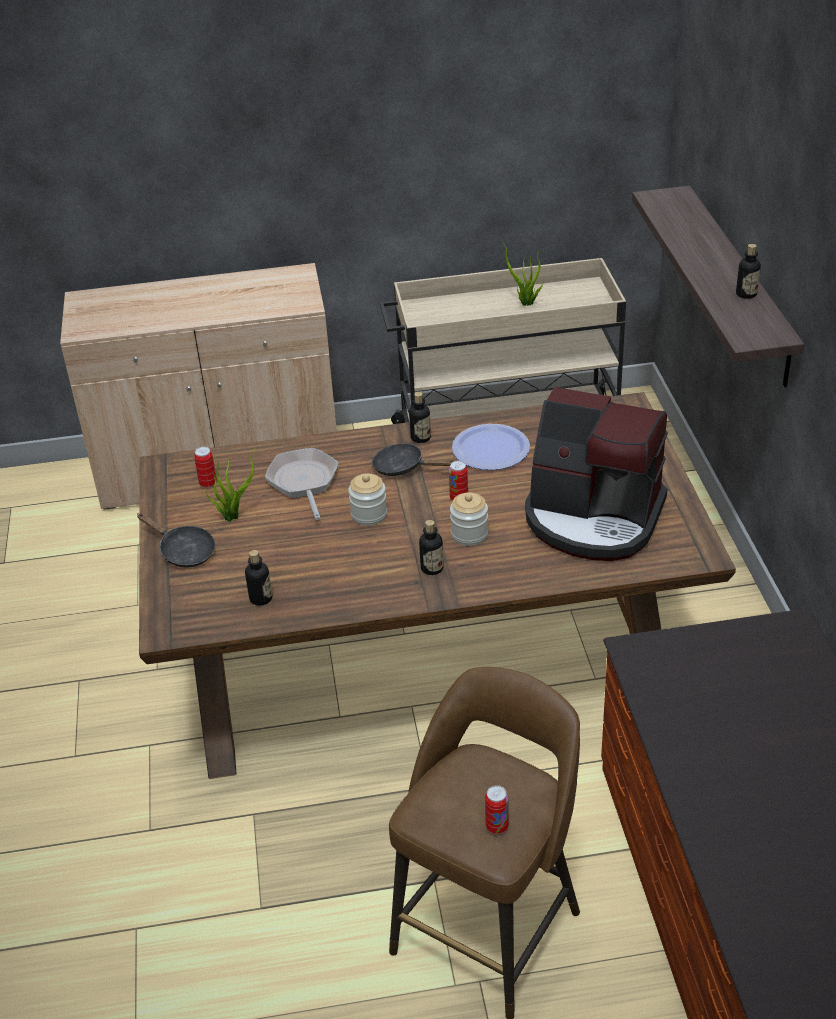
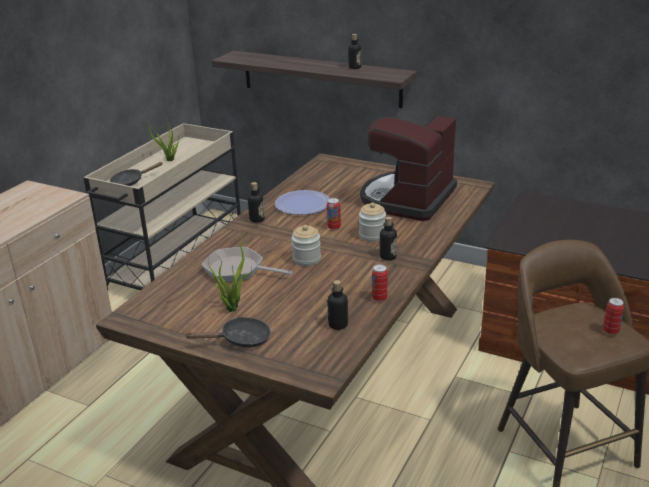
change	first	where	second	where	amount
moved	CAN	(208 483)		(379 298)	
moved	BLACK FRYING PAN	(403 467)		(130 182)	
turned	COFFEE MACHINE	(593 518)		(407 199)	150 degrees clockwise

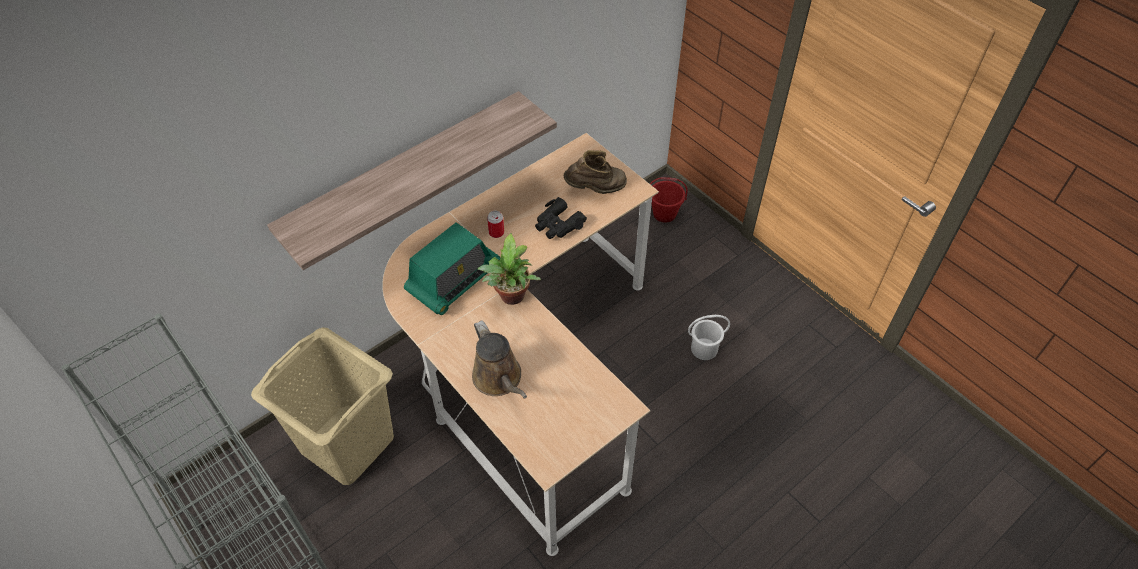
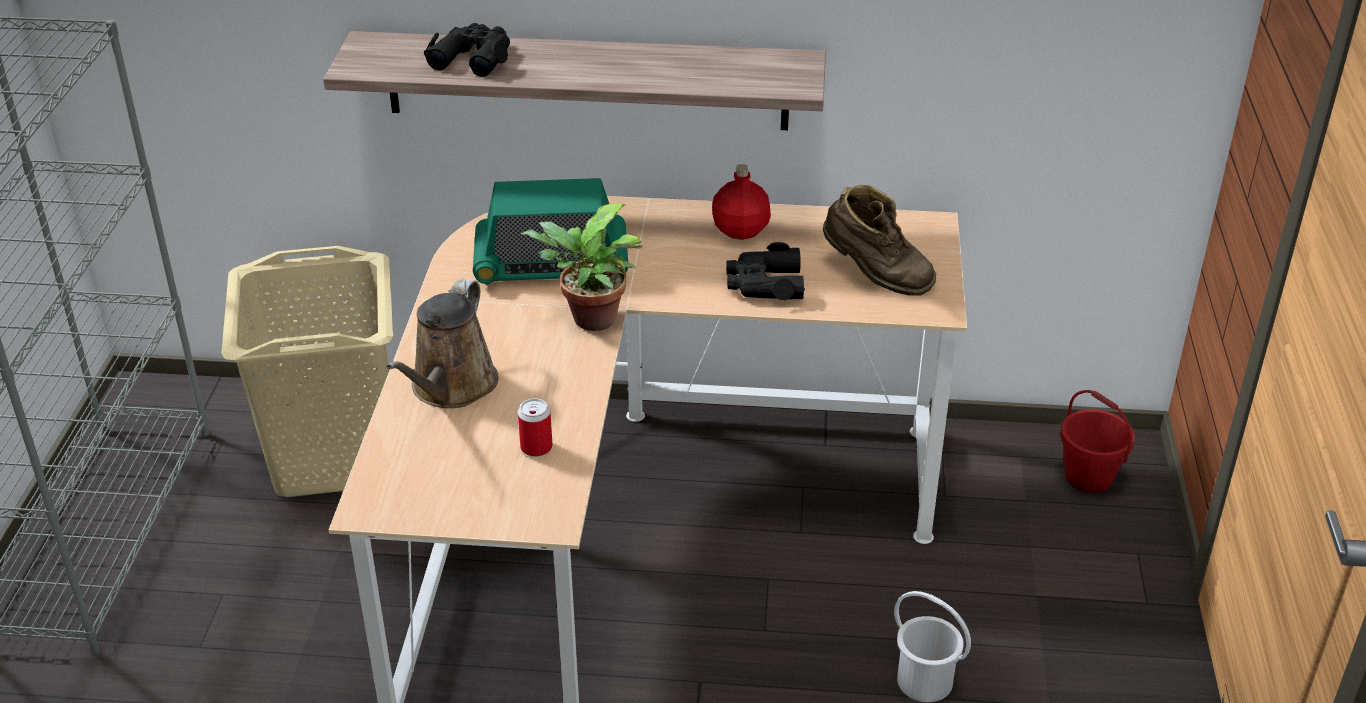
change	first	where	second	where	amount
moved	CAN	(496 232)		(536 447)	
added			BLACK BINOCULARS	(473 57)	
added			RED BOTTLE	(740 231)	

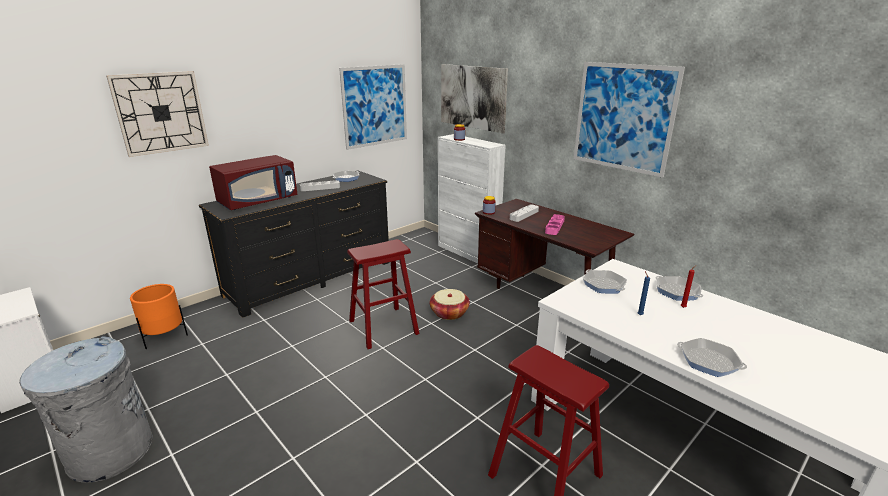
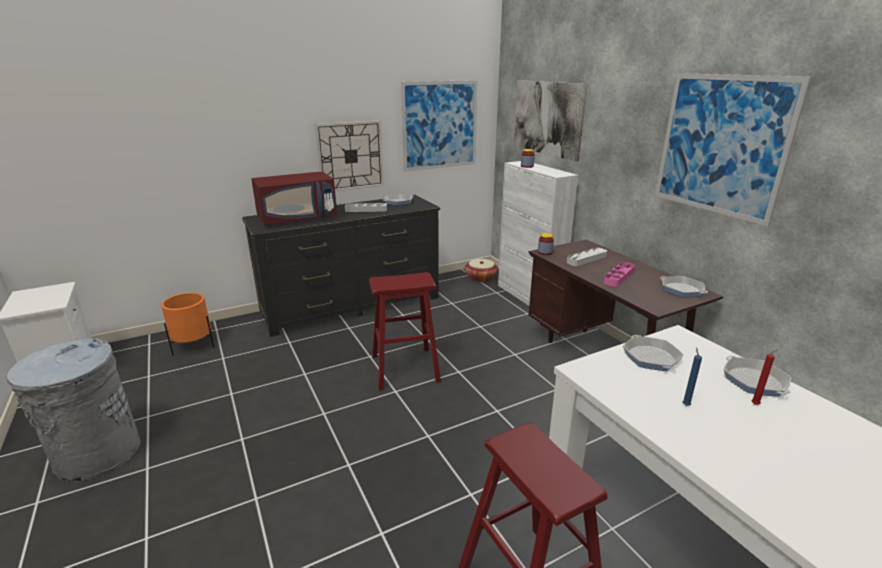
change	first	where	second	where	amount
moved	WALL CLOCK	(161 113)		(350 156)	
moved	BASKET	(449 313)		(480 278)	
moved	FRYING PAN	(709 361)		(682 290)	

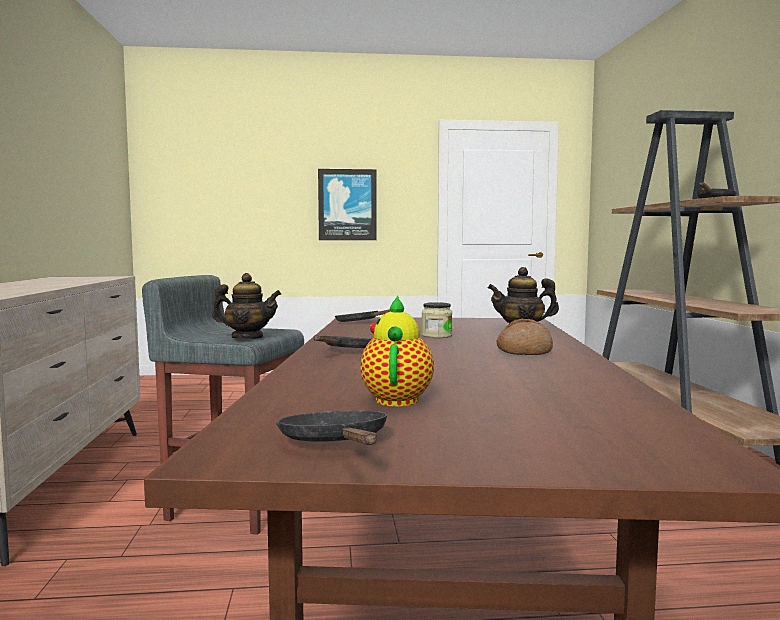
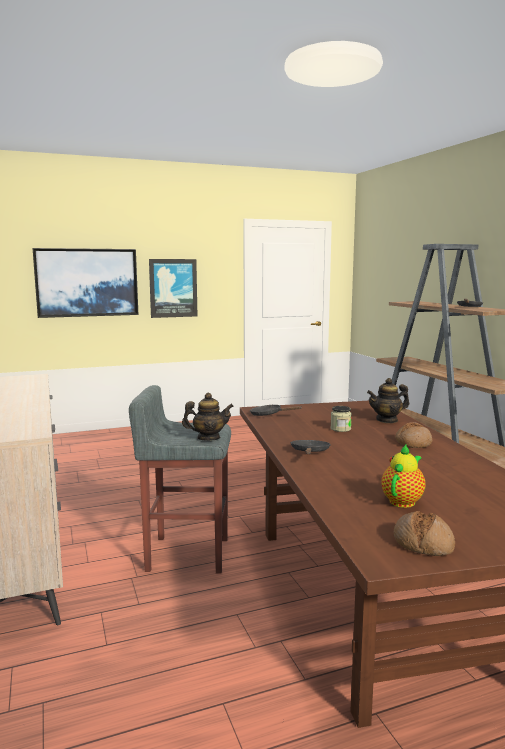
change	first	where	second	where	amount
replaced	BLACK FRYING PAN	(337 444)	BREAD	(423 543)	
turned	TEAPOT	(397 399)		(403 501)	45 degrees clockwise
added			PICTURE	(87 282)	

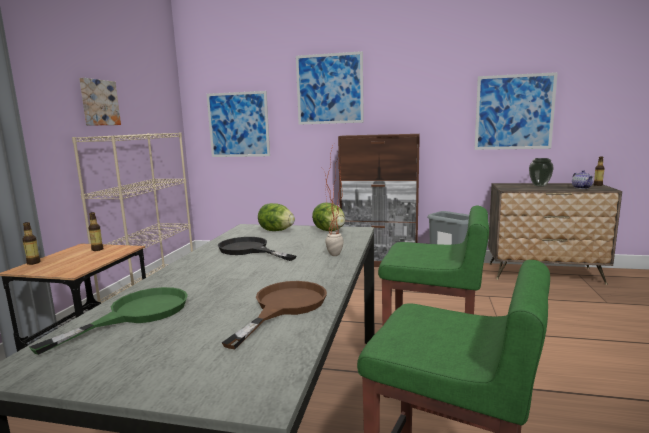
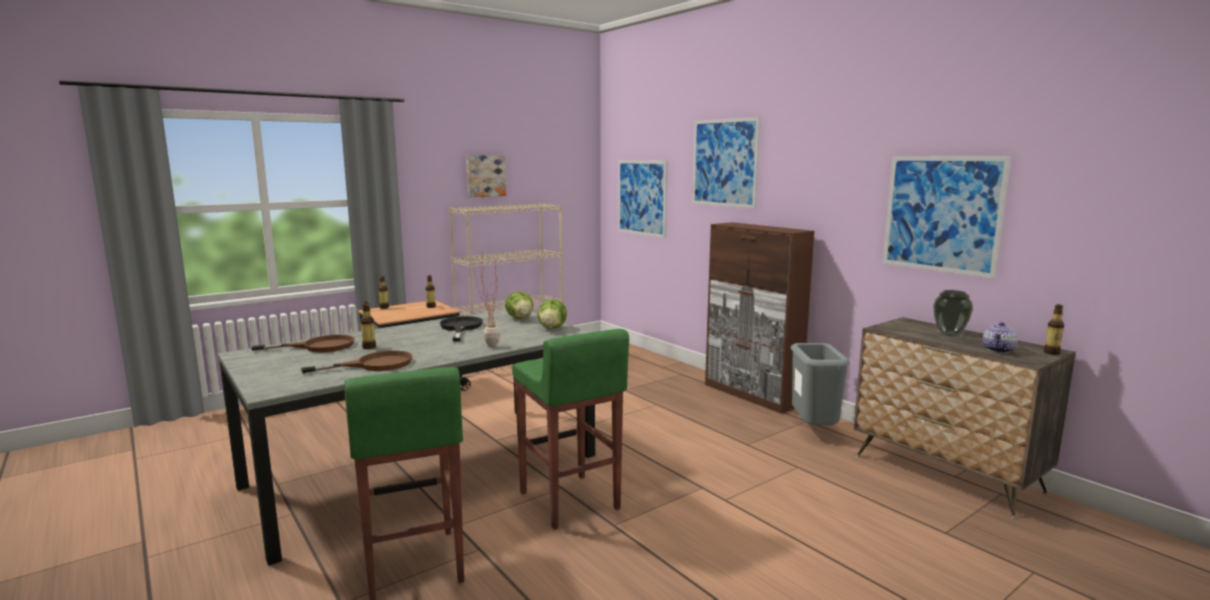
change	first	where	second	where	amount
recoloured	GREEN FRYING PAN	(137 313)	BROWN FRYING PAN	(319 346)	
added			BOTTLE	(369 347)	

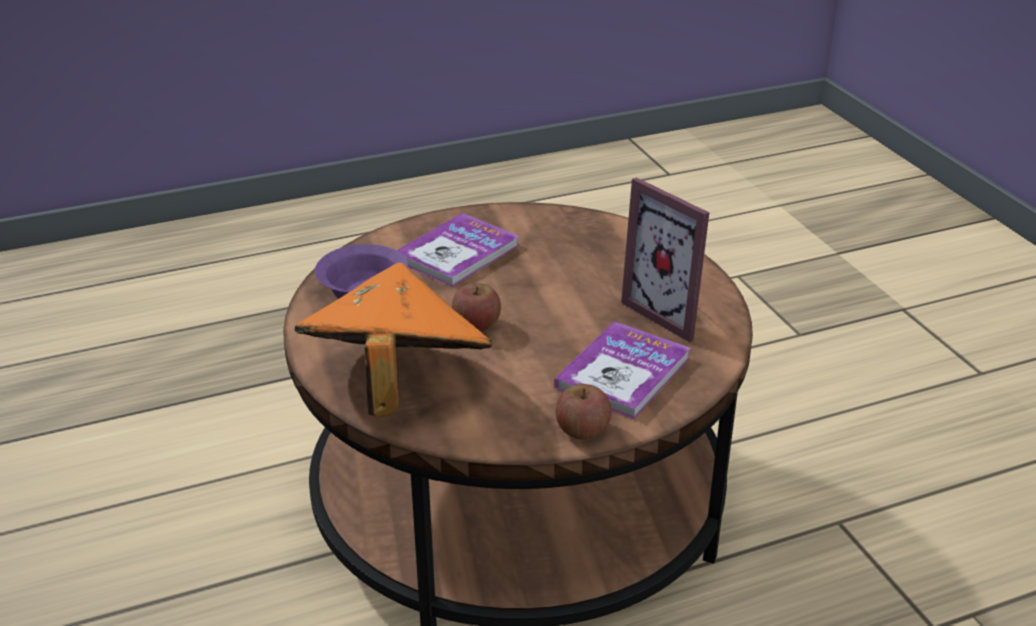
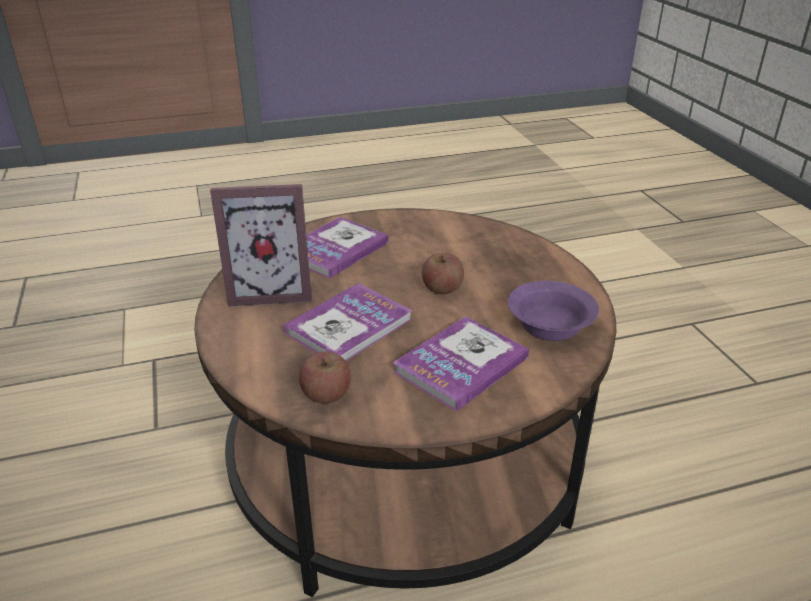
change	first	where	second	where	amount
removed	ORANGE HAT	(395 387)			
moved	APPLE	(582 430)		(326 394)	
turned	PICTURE FRAME	(673 312)		(271 291)	120 degrees clockwise
added			BOOK	(349 326)	

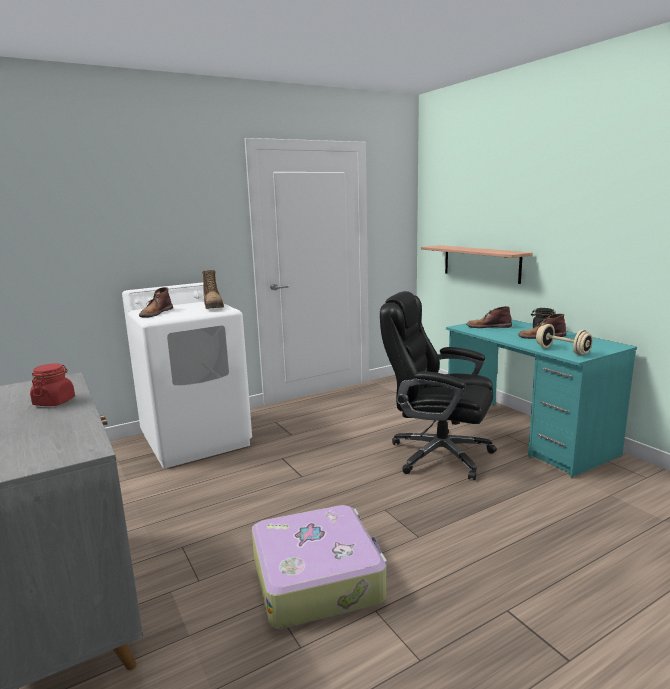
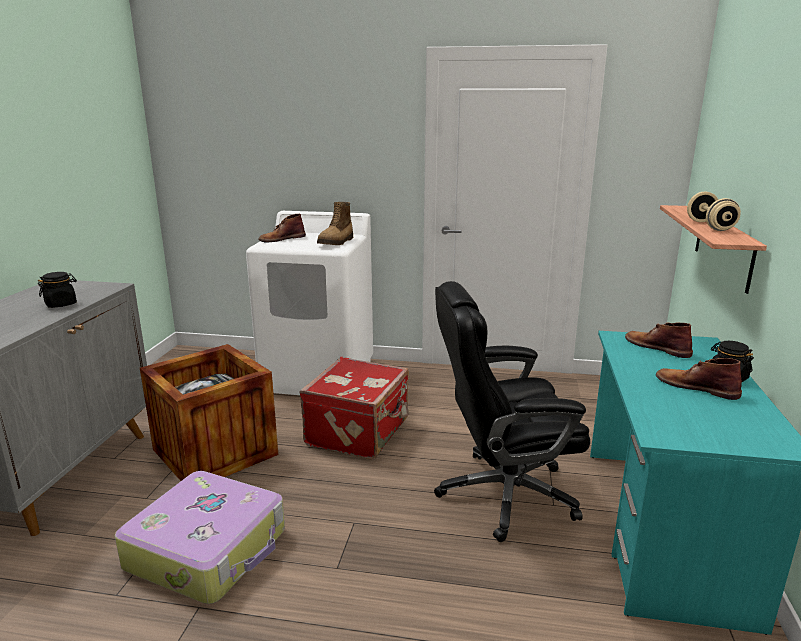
change	first	where	second	where	amount
recoloured	RED JAR	(54 402)	BLACK JAR	(61 304)	
turned	BLACK OFFICE CHAIR	(438 454)		(503 494)	75 degrees counterclockwise
moved	BEIGE DUMBBELL	(562 351)		(709 226)	
added			CRATE	(215 452)	
added			RED SUITCASE	(359 432)	

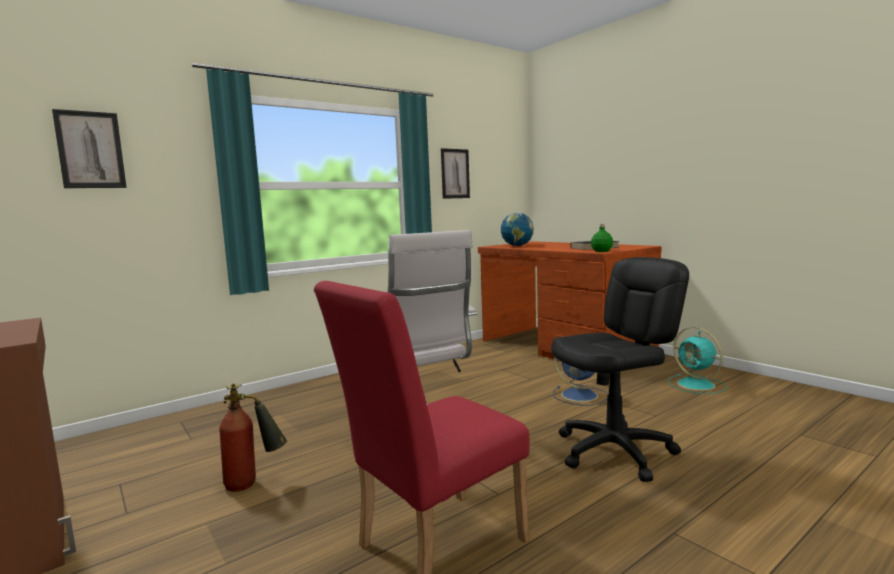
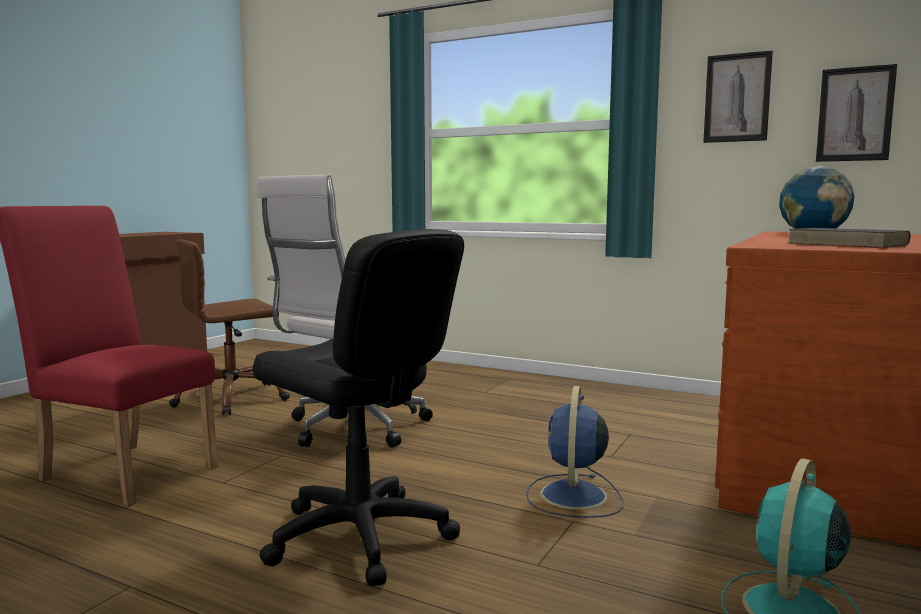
change	first	where	second	where	amount
moved	PICTURE	(90 150)		(855 114)	
replaced	FIRE EXTINGUISHER	(253 483)	BROWN OFFICE CHAIR	(231 398)	
removed	GREEN BOTTLE	(601 251)			

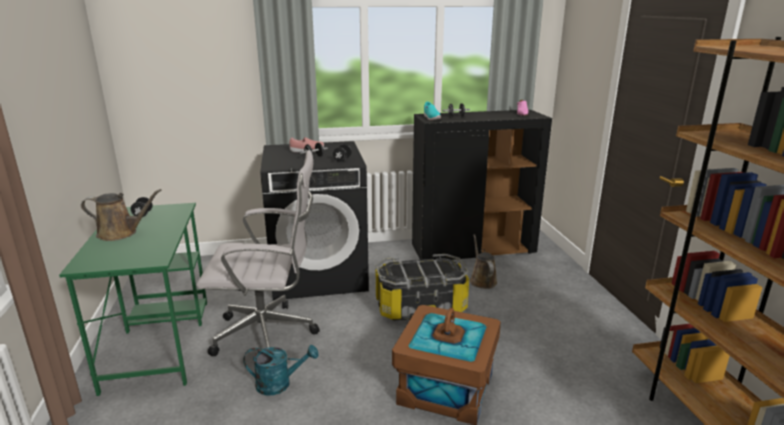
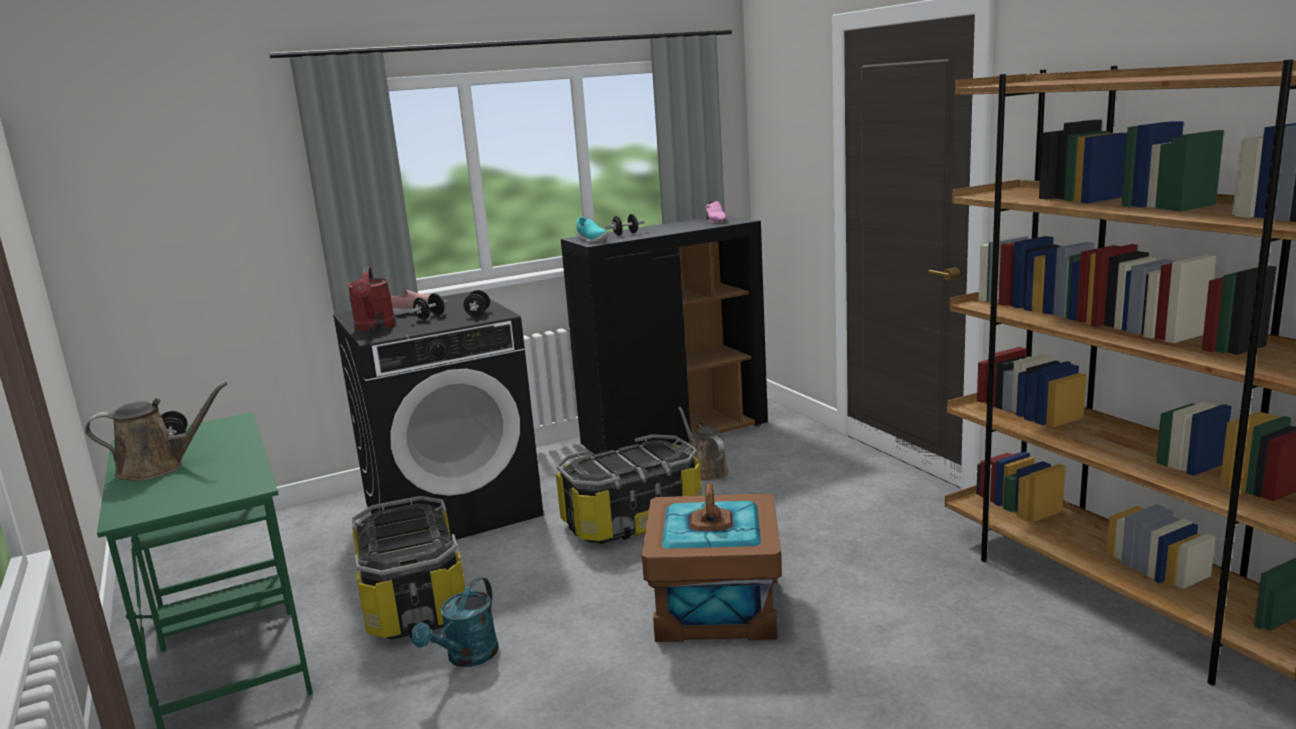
change	first	where	second	where	amount
replaced	WHITE OFFICE CHAIR	(269 334)	STORAGE BOX	(415 601)	
turned	TURQUOISE WATERING CAN	(280 384)		(466 658)	135 degrees clockwise
added			RED WATERING CAN	(374 327)	

